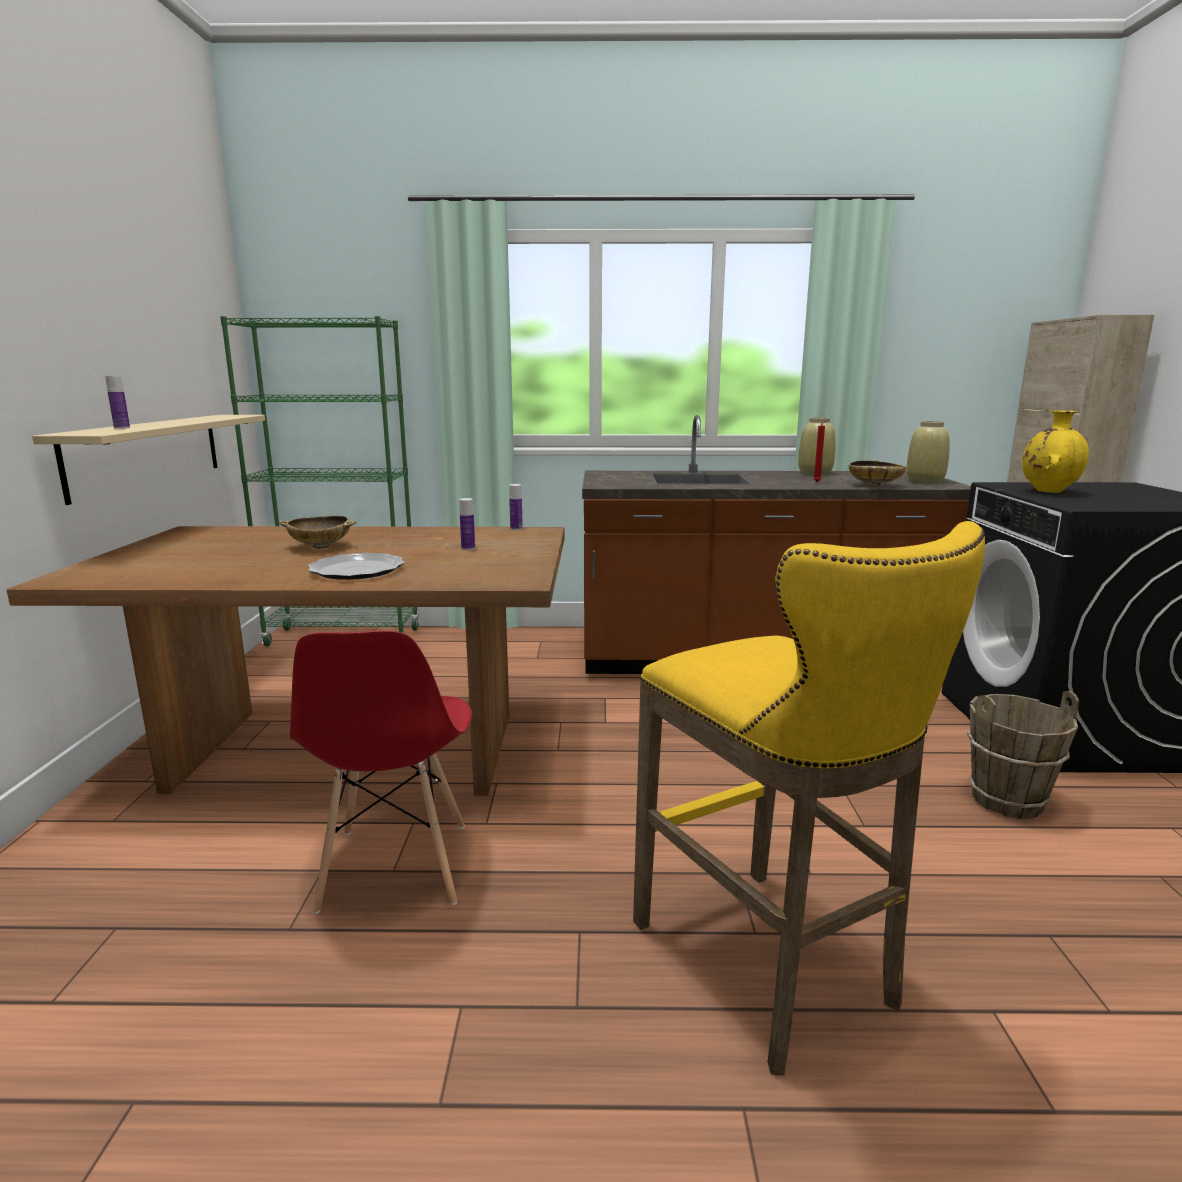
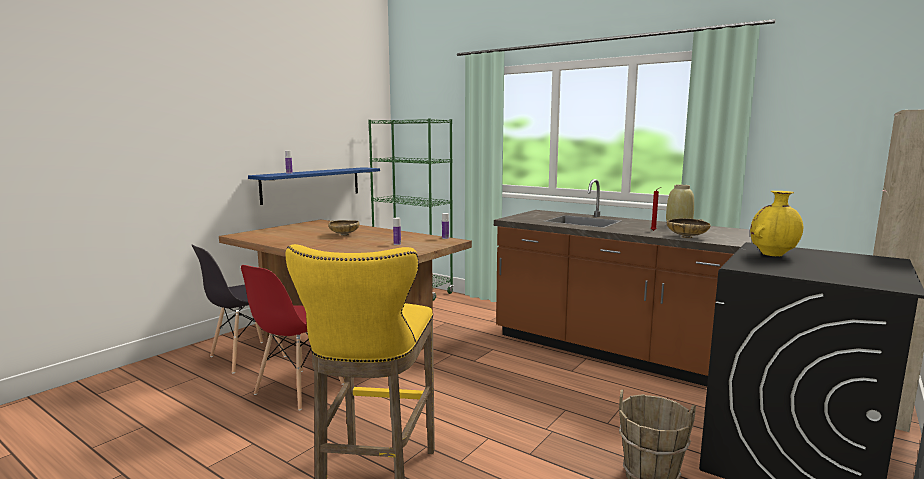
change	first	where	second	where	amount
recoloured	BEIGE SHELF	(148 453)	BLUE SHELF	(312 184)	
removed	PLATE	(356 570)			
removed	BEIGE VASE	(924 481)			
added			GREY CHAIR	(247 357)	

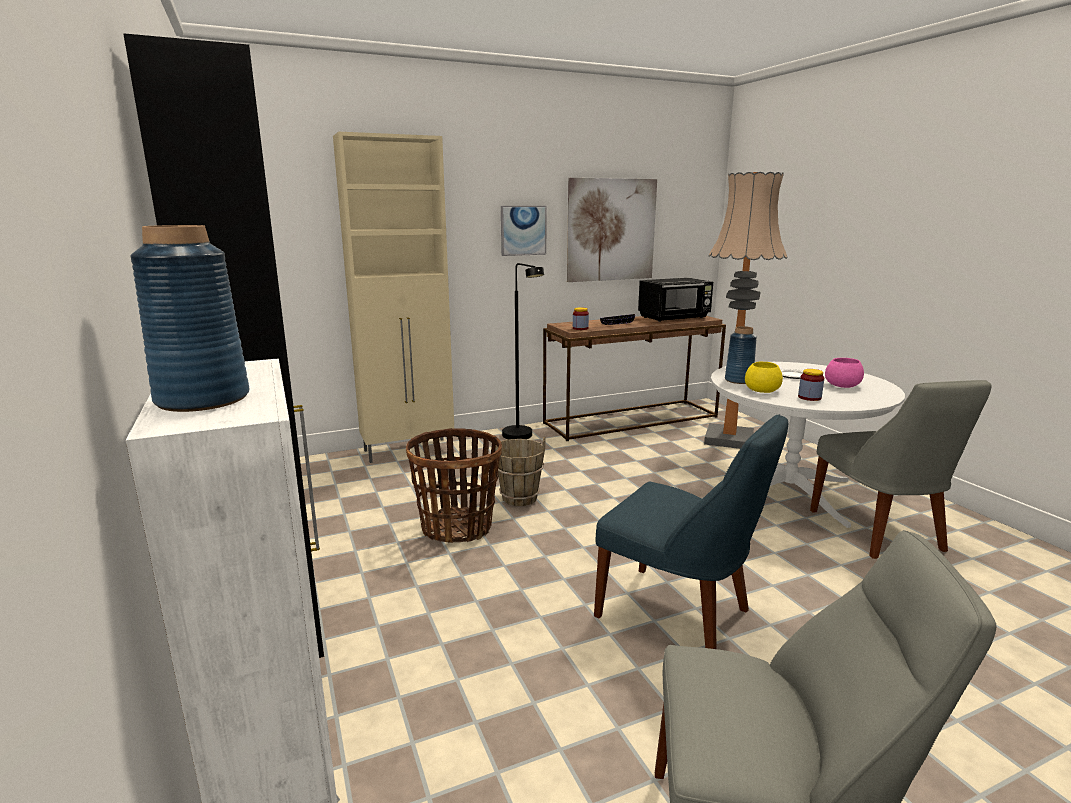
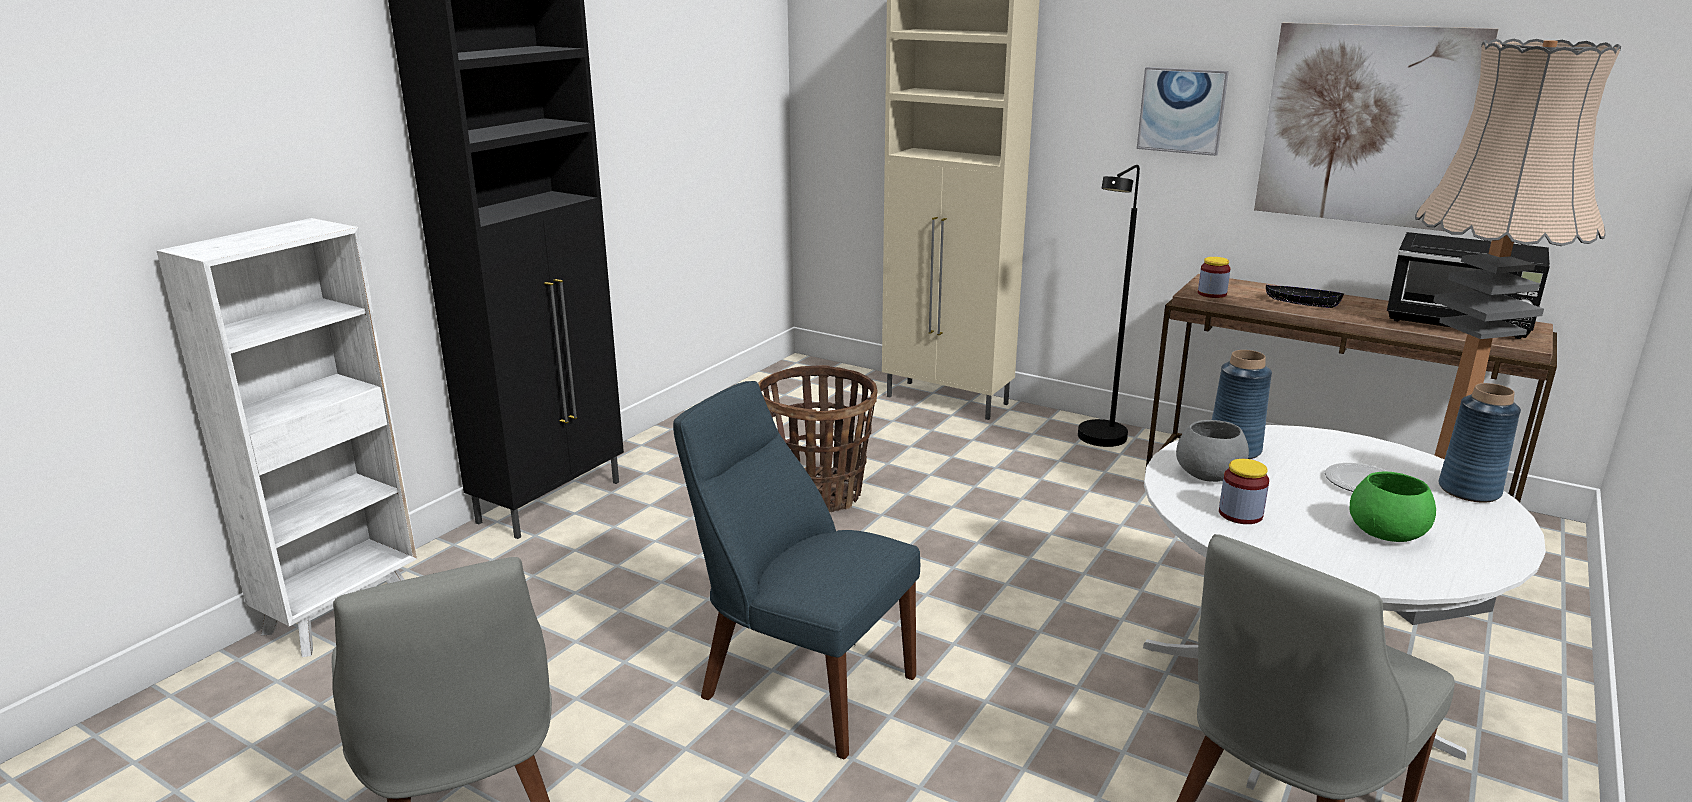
change	first	where	second	where	amount
moved	BLUE VASE	(202 399)		(1468 490)	
removed	BROWN BUCKET	(519 498)			
turned	BLUE CHAIR	(679 615)		(800 684)	120 degrees clockwise
recoloured	YELLOW BOWL	(762 390)	GREY BOWL	(1210 474)	
recoloured	PINK BOWL	(842 385)	GREEN BOWL	(1388 532)	

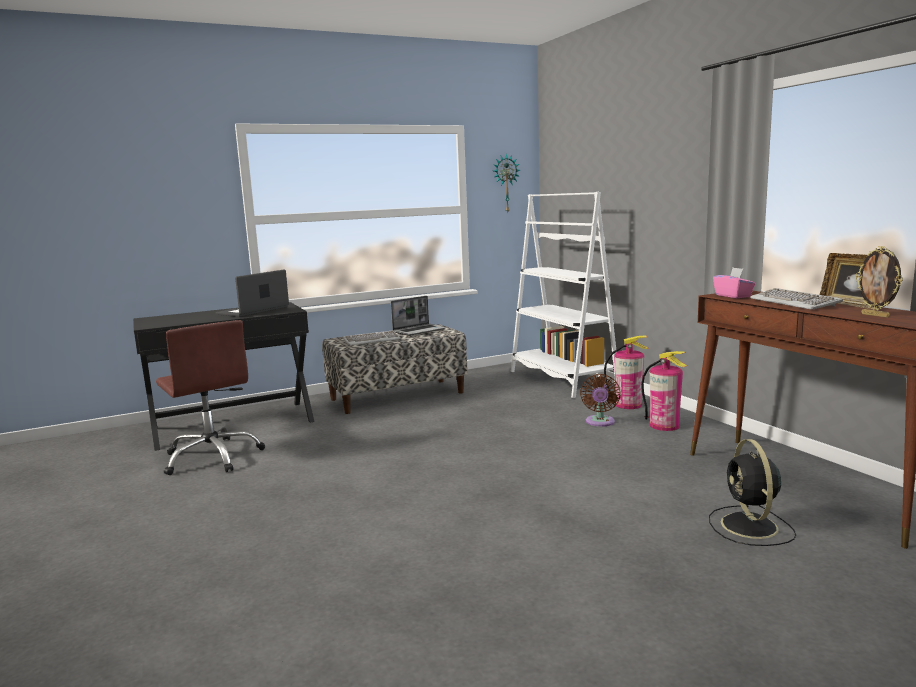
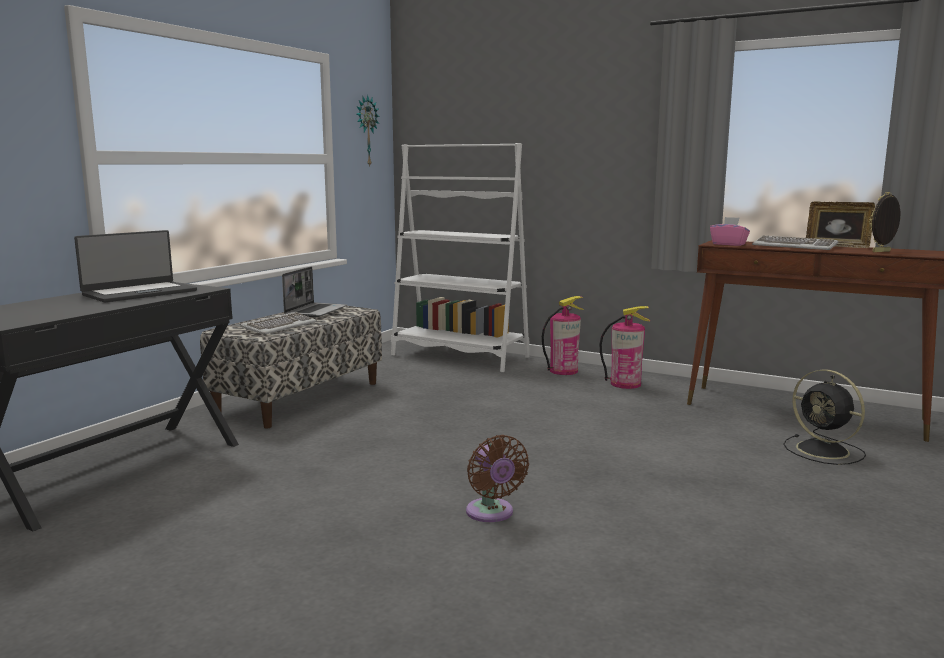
change	first	where	second	where	amount
removed	BROWN OFFICE CHAIR	(213 457)			
turned	LAPTOP	(254 311)		(139 293)	135 degrees counterclockwise
moved	BROWN FAN	(600 422)		(491 513)	
turned	PICTURE FRAME	(875 315)		(882 251)	135 degrees clockwise

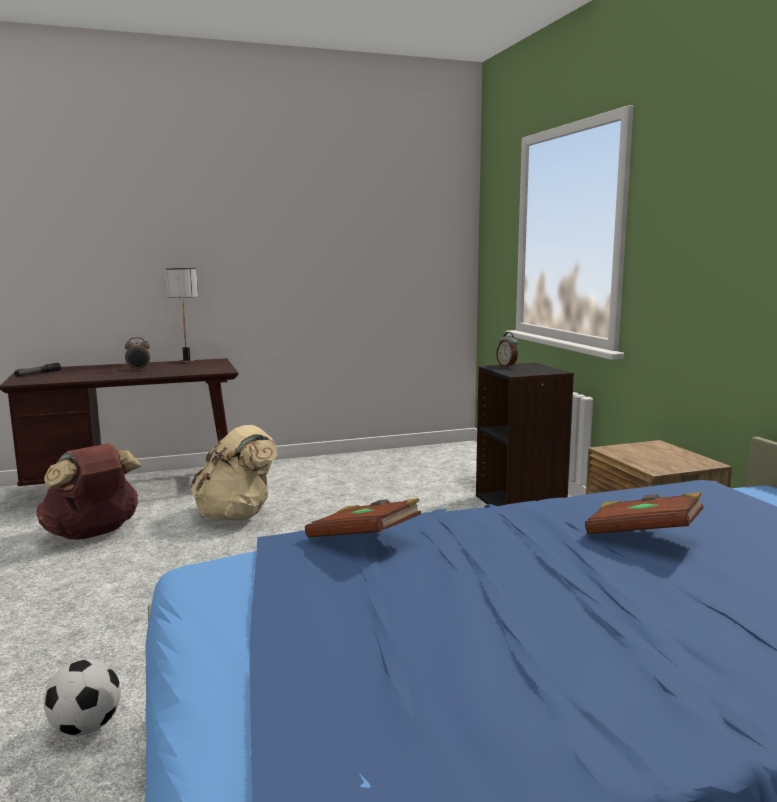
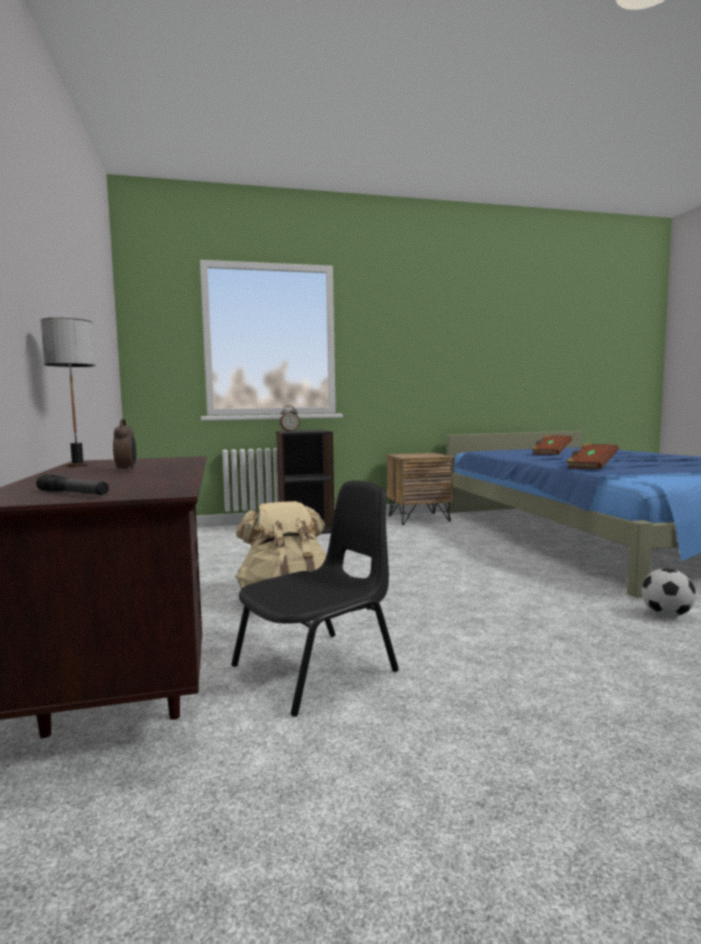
change	first	where	second	where	amount
replaced	BROWN BACKPACK	(93 534)	BLACK CHAIR	(318 669)	

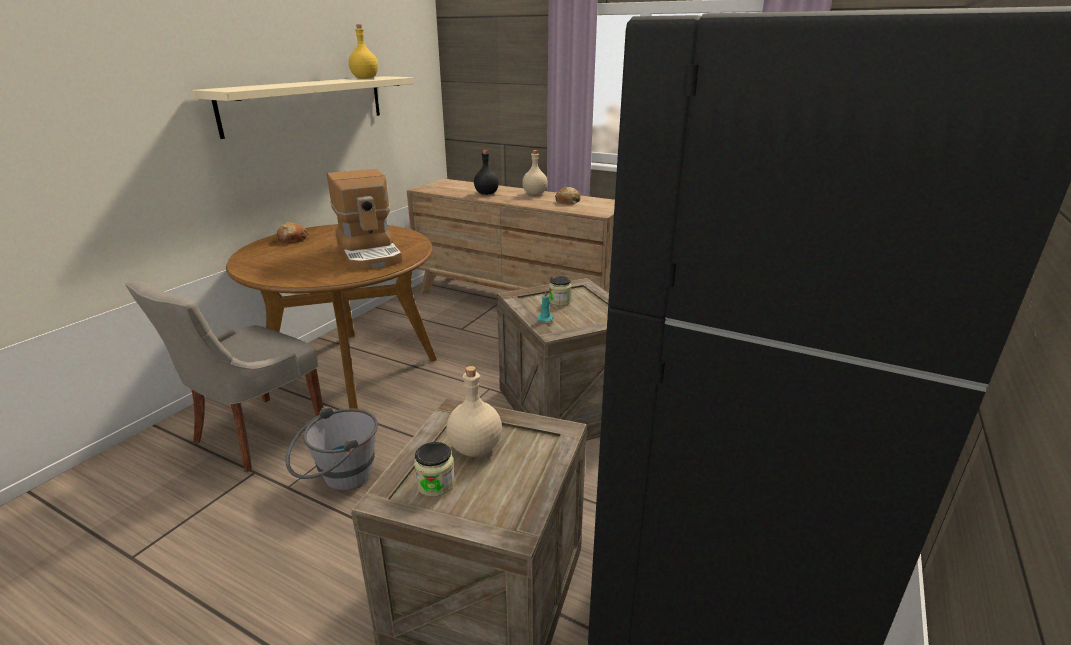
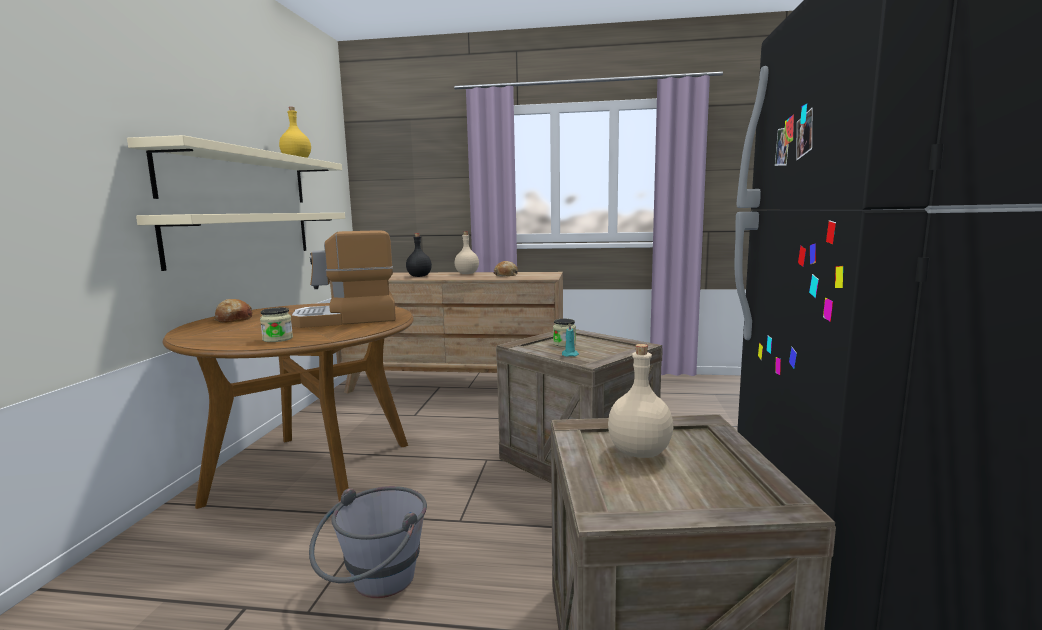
change	first	where	second	where	amount
removed	GREY CHAIR	(256 434)			
turned	COFFEE MACHINE	(370 253)		(347 319)	120 degrees clockwise
moved	JAR	(436 484)		(278 339)	
added			BEIGE SHELF	(245 236)	

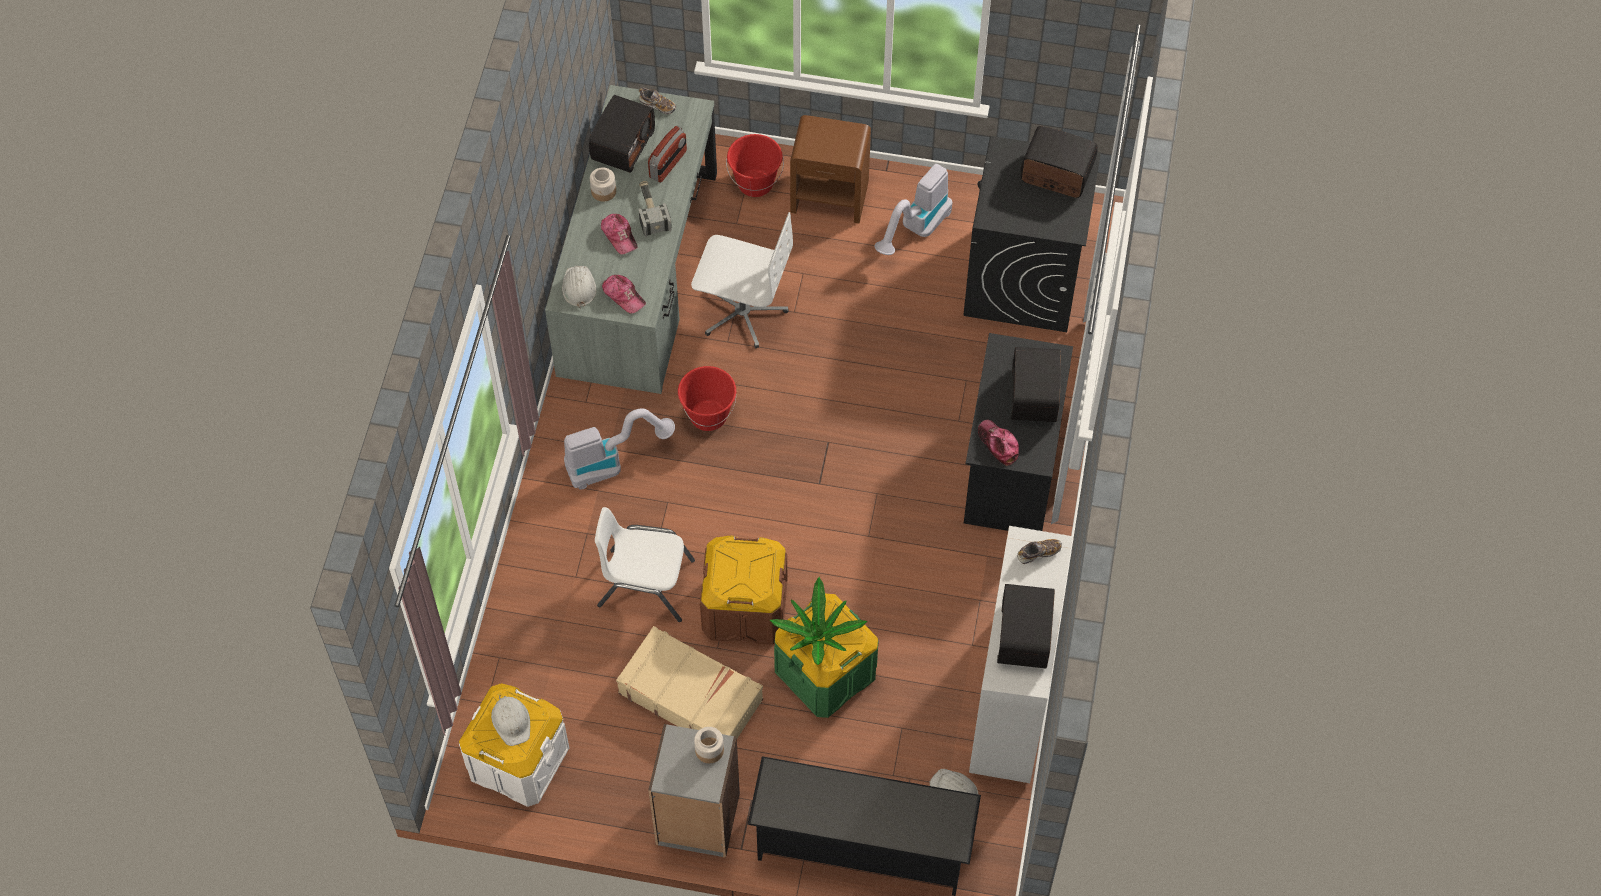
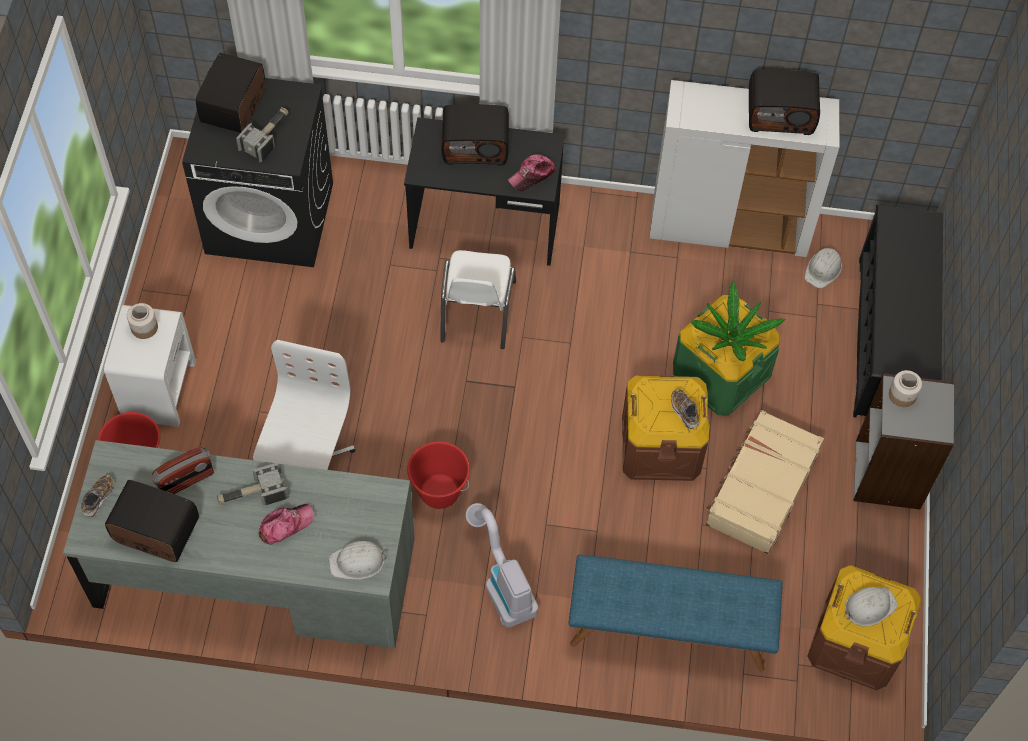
change	first	where	second	where	amount
recoloured	WHITE STORAGE BOX	(518 760)	BROWN STORAGE BOX	(855 643)	
moved	JAR	(604 191)		(144 327)	
moved	WHITE CHAIR	(645 583)		(476 311)	
removed	CAP	(623 296)			
turned	RADIO	(668 164)		(186 481)	120 degrees clockwise
recoloured	BROWN NIGHTSTAND	(830 196)	WHITE NIGHTSTAND	(159 389)	
removed	VACUUM CLEANER	(916 230)			
moved	SHOE	(1038 553)		(684 411)	
added			HAMMER	(267 136)	
added			BLUE BENCH	(669 629)	

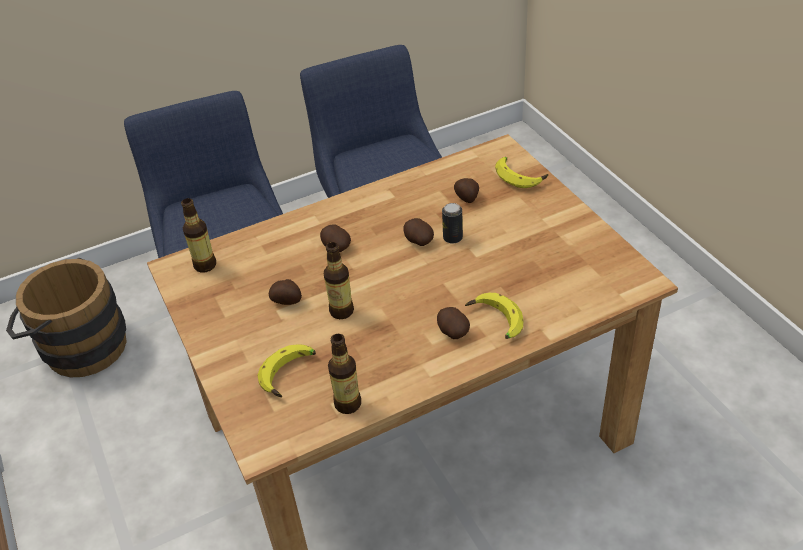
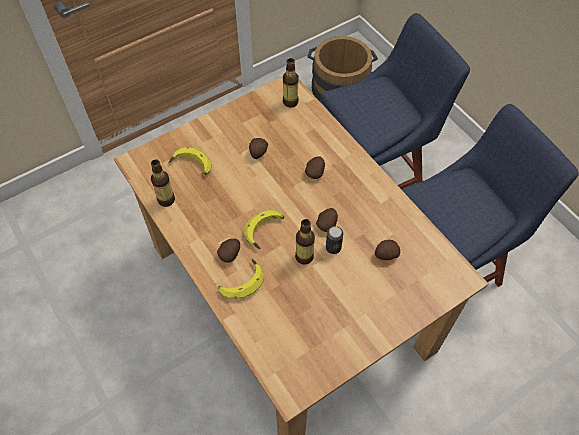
change	first	where	second	where	amount
moved	BOTTLE	(341 311)		(304 257)	
moved	BANANA	(520 176)		(265 231)	

